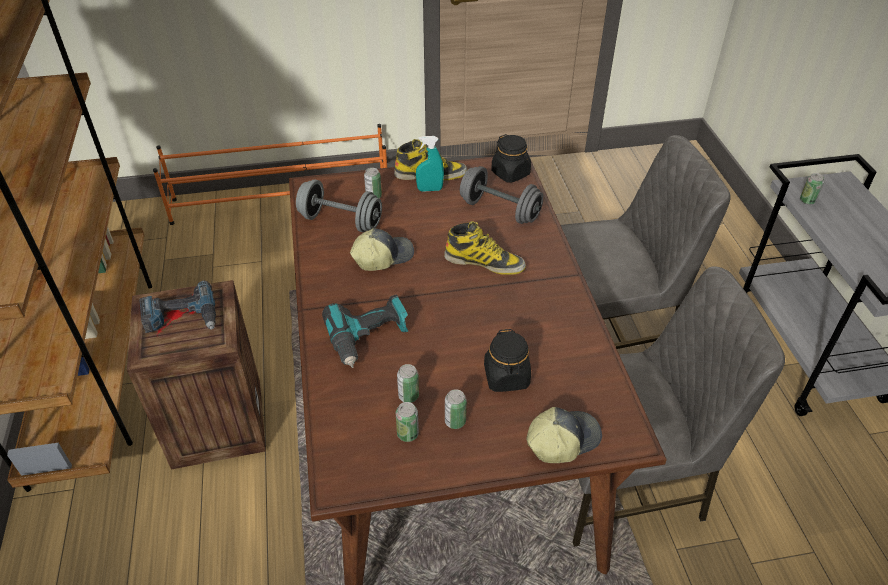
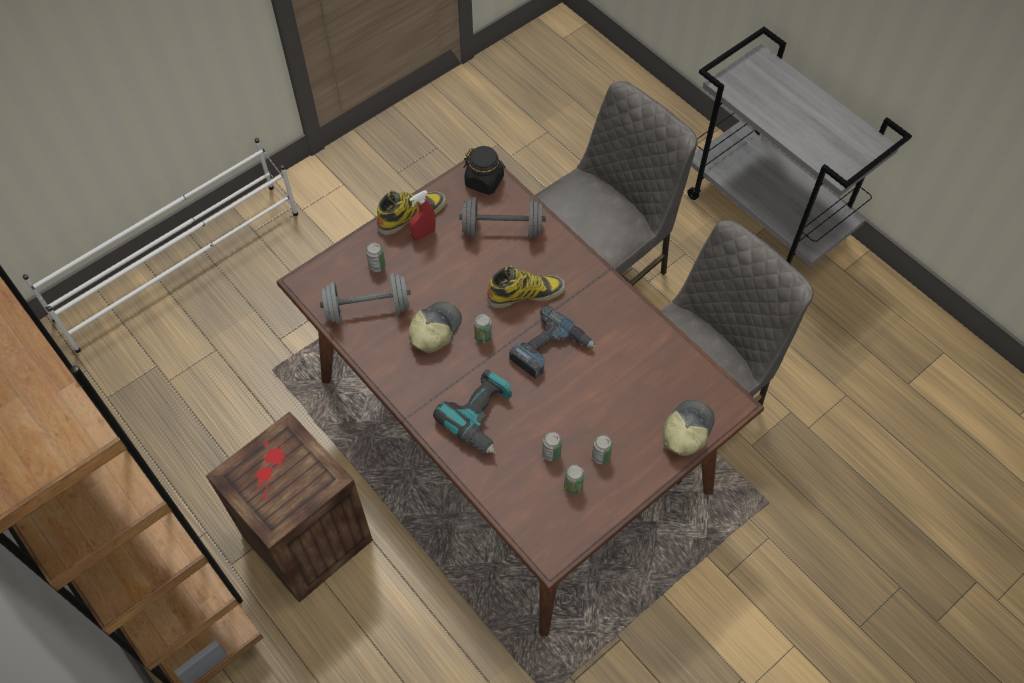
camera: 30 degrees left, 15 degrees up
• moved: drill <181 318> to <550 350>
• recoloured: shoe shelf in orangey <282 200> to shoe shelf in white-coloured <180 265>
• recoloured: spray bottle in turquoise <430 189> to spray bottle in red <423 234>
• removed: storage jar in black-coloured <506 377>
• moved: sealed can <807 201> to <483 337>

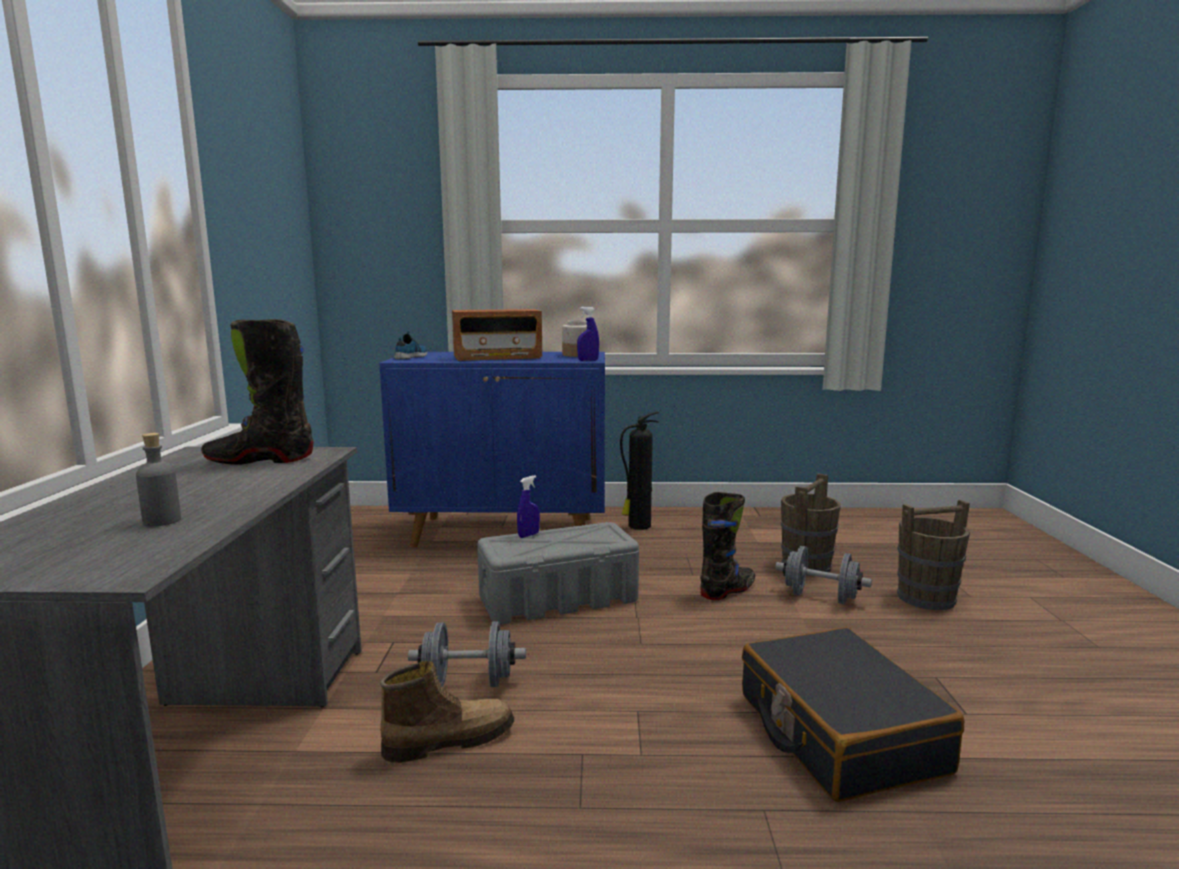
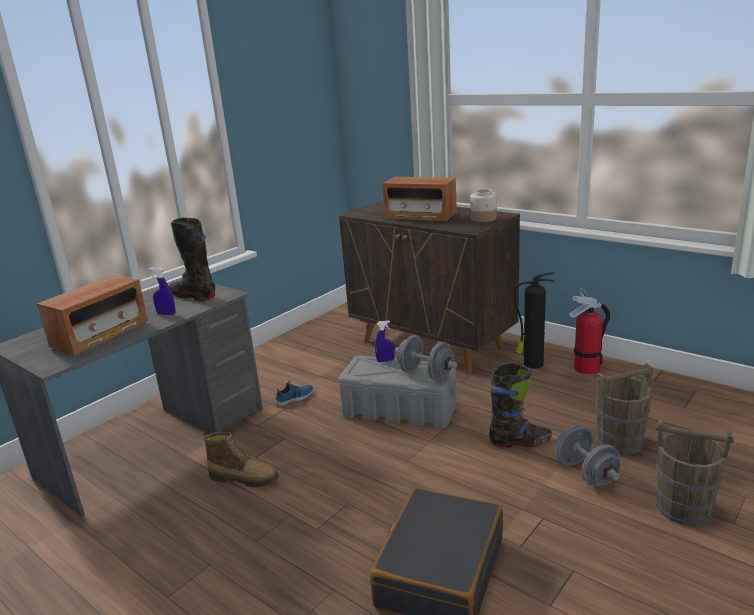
camera: 40 degrees right, 10 degrees up
• replaced: bottle in greyish <162 521> to radio receiver <101 335>
• recoloured: storage cabinet in bluish <506 532> to storage cabinet in brownish <433 345>
• moved: shoe <412 357> to <295 398>
• moved: free weight in greyish <468 682> to <426 374>
• moved: spray bottle in bluish <588 360> to <166 314>
• added: extinguisher <586 368>

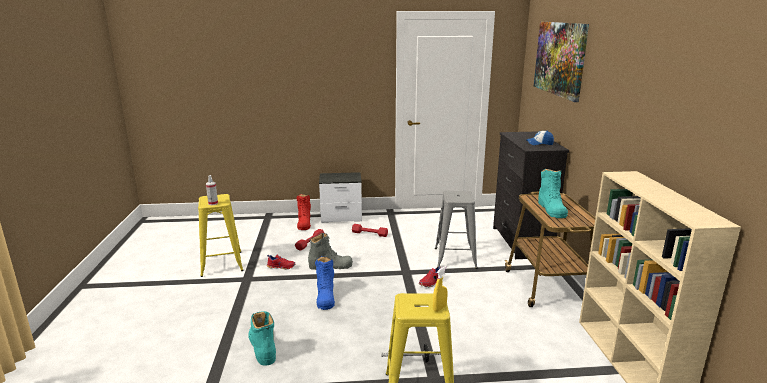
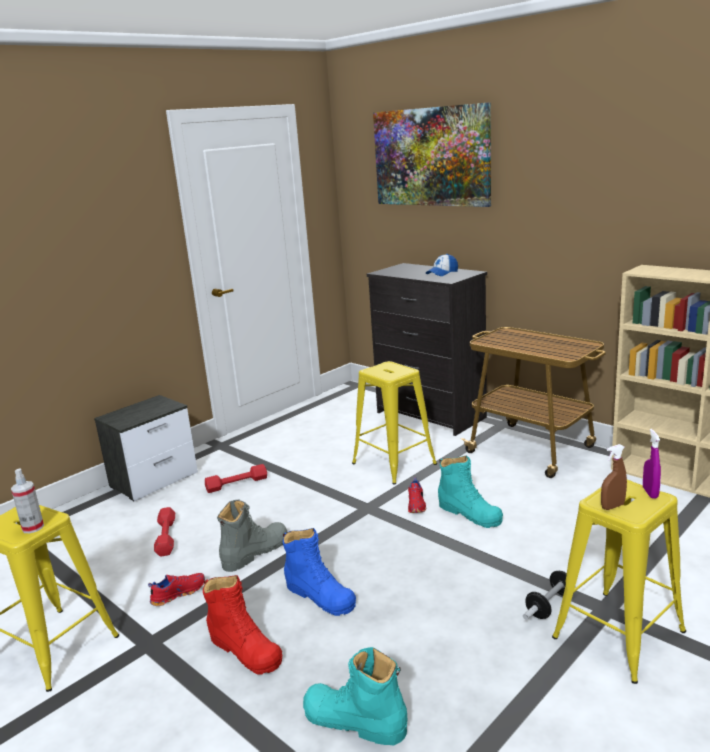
camera: 40 degrees left, 0 degrees up
• moved: boot in red <304 223> to <245 649>
• recoloured: spray bottle in yellowish <439 308> to spray bottle in purplish <650 493>
• recoloured: sitting stool in greyish <455 258> to sitting stool in yellowish <394 464>
• moved: boot in turquoise <551 209> to <469 513>
• added: spray bottle in brownish <612 506>

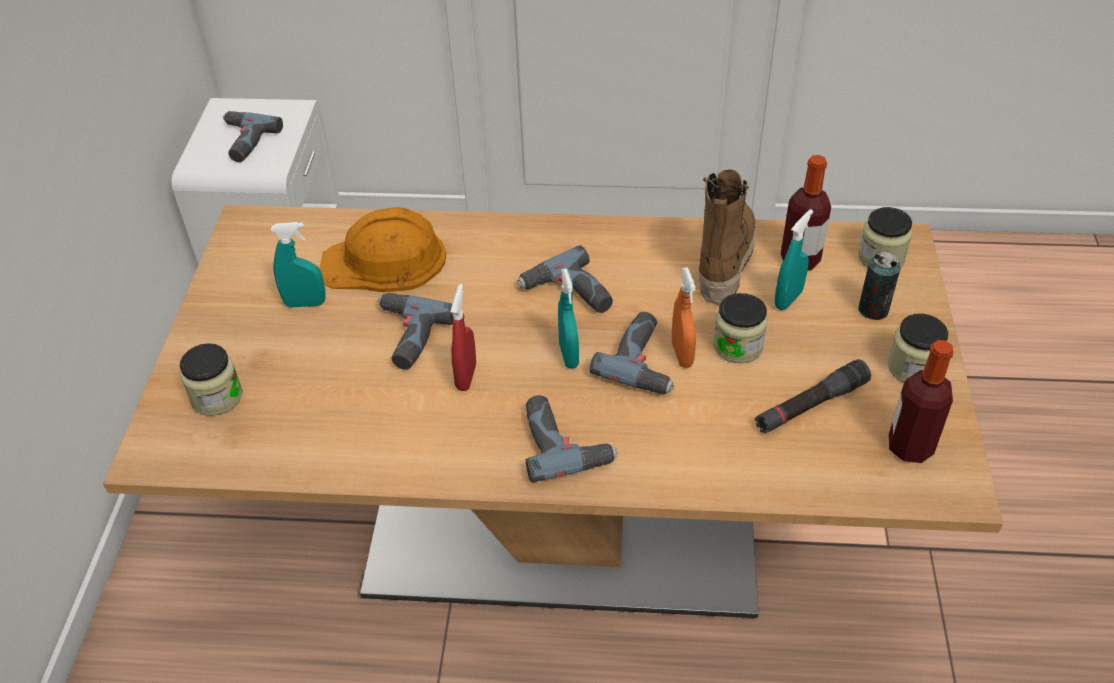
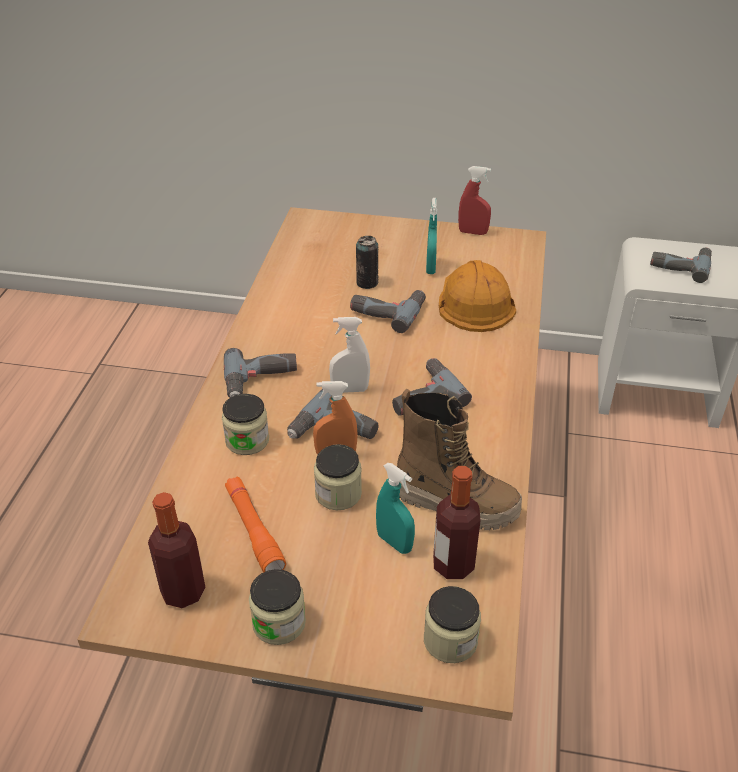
camera: 95 degrees right, 5 degrees down
• moved: storage jar <217 397> to <247 440>
• moved: spray bottle in red <466 377> to <473 232>
• recoloured: spray bottle in turquoise <568 355> to spray bottle in white-coloured <350 389>
• recoloured: torch in black-coloured <810 405> to torch in orangey <254 530>
• moved: sealed can <873 310> to <367 282>

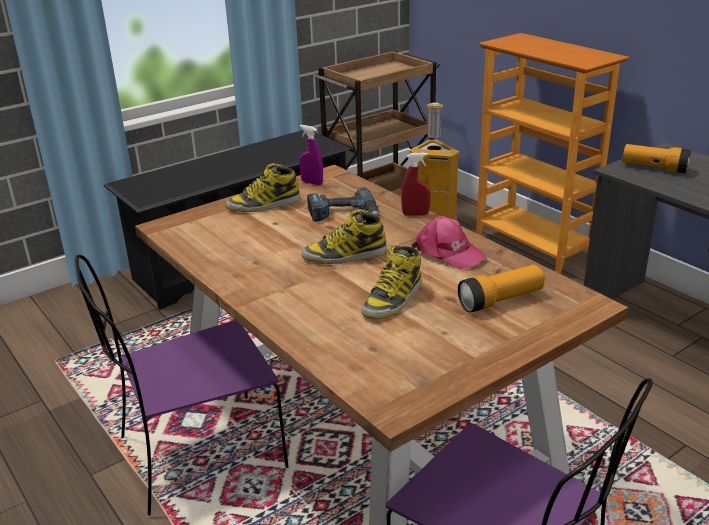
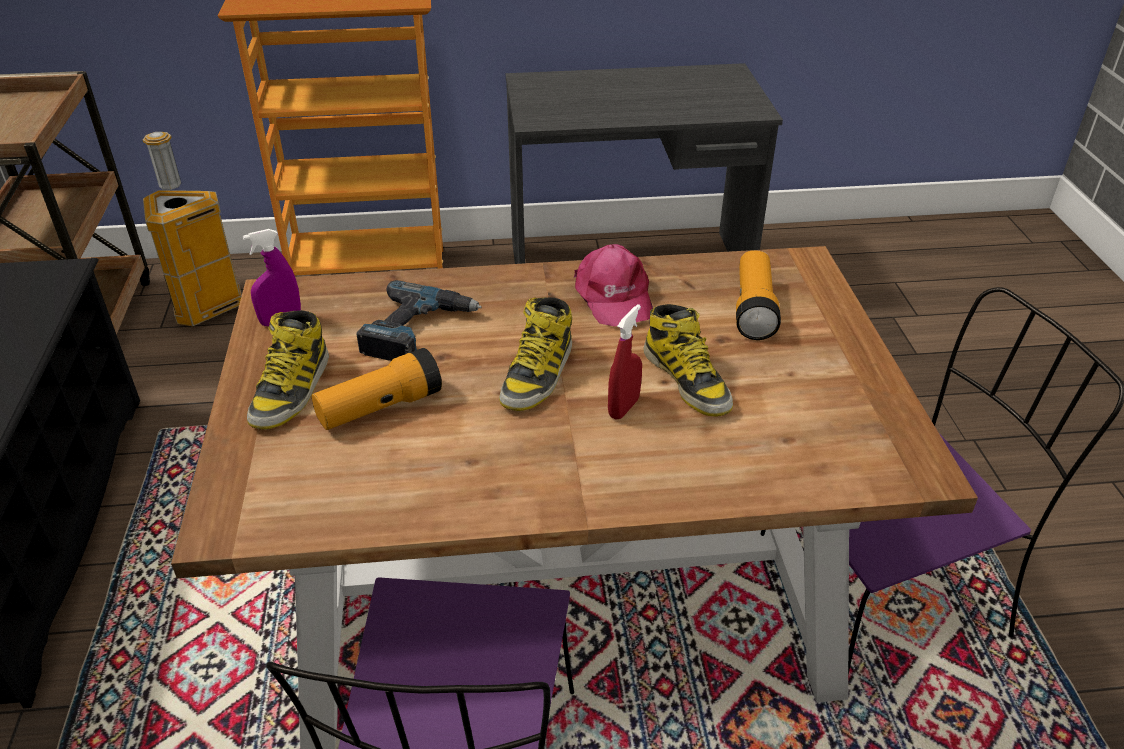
camera: 60 degrees left, 10 degrees up
• moved: spray bottle in red <415 214> to <623 408>
• turned: peaked cap in pink-coloured <448 252> = <613 296> 90 degrees clockwise
• moved: torch <654 168> to <380 408>

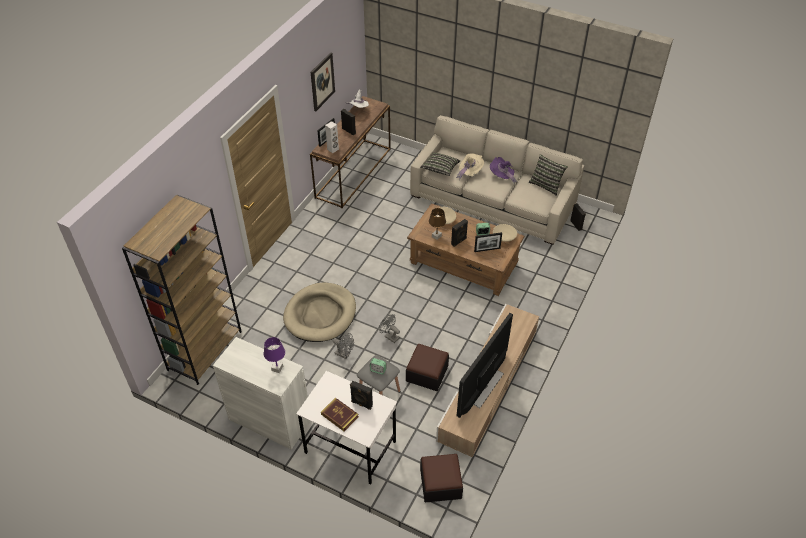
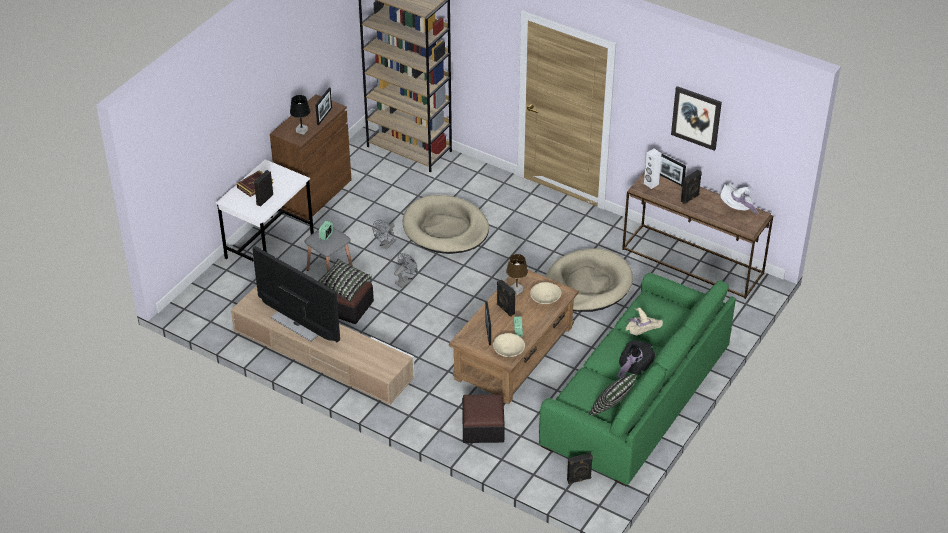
camera: 95 degrees right, 5 degrees down
• recoloured: storage cabinet in white-coloured <270 420> to storage cabinet in brownish <314 193>
• recoloured: lamp for a table in purplish <277 368> to lamp for a table in black-coloured <302 131>
• recoloured: couch in beige <493 199> to couch in green <636 396>
• moved: throw pillow <440 169> to <344 286>
• moved: ottoman <440 483> to <483 427>
• recoloured: wearable hat in purplish <502 176> to wearable hat in black-coloured <634 367>
• added: photo frame <324 116>
• added: pet bed in beige <587 284>

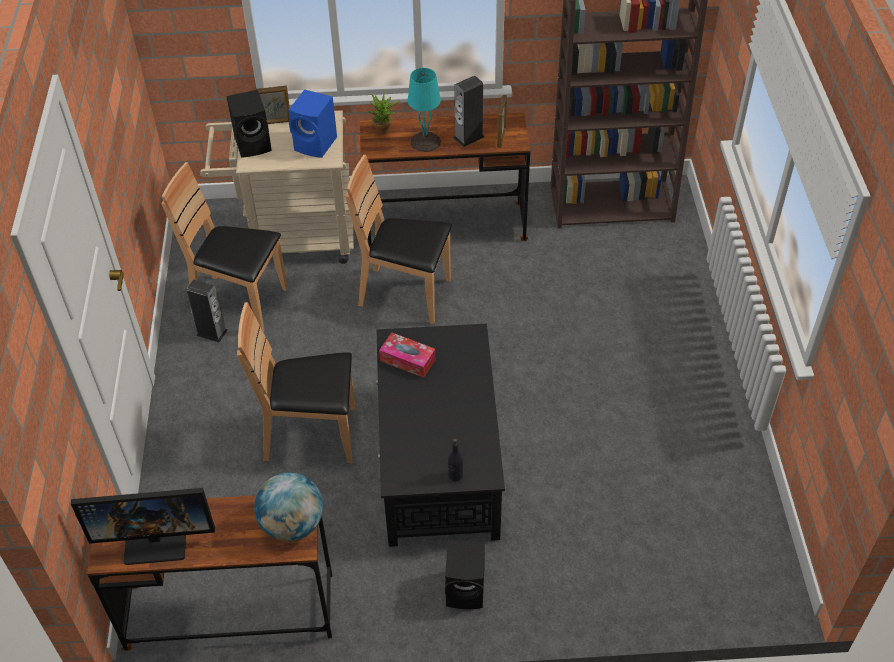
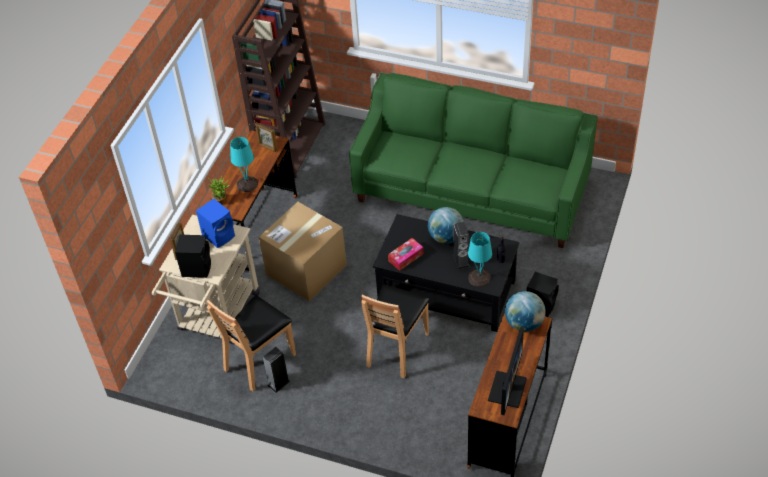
camera: 65 degrees left, 0 degrees up
• replaced: upright chair in brownish <405 294> to packing box <306 269>
• moved: speaker <468 137> to <461 261>
• added: couch in green <472 192>
• added: desk globe <446 237>
• added: lamp for a table in turquoise <479 278>

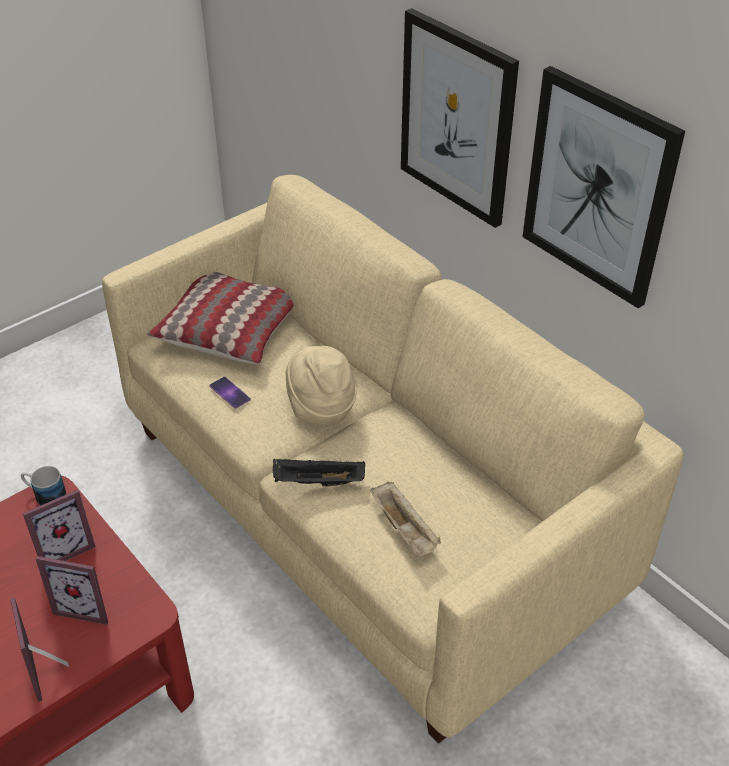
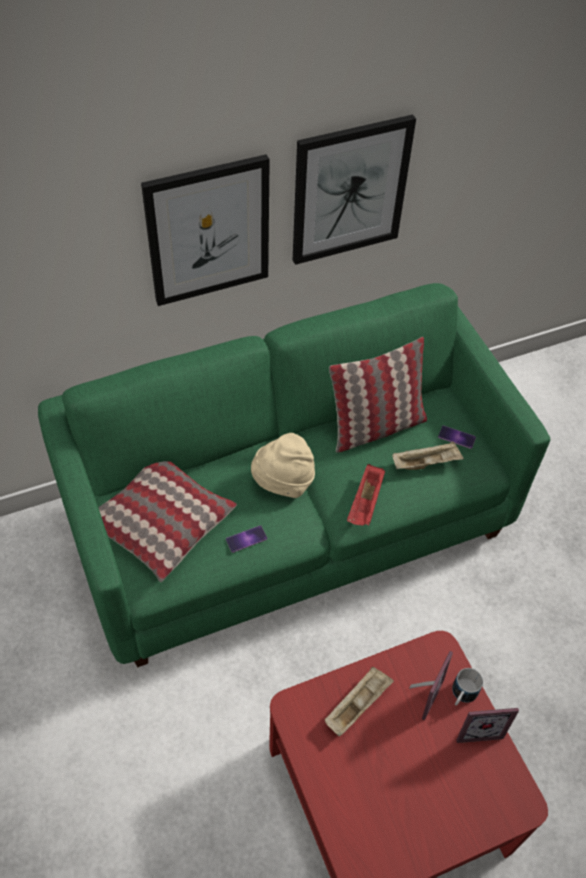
camera: 75 degrees left, 10 degrees up
• moved: mug <45 495> to <462 695>
• replaced: photo frame <63 548> to tray in beige <357 704>
• recoloured: couch in beige <366 509> to couch in green <289 520>
• recoloured: tray in black-coloured <317 482> to tray in red <365 503>
• added: throw pillow <375 427>
• added: telephone <457 437>

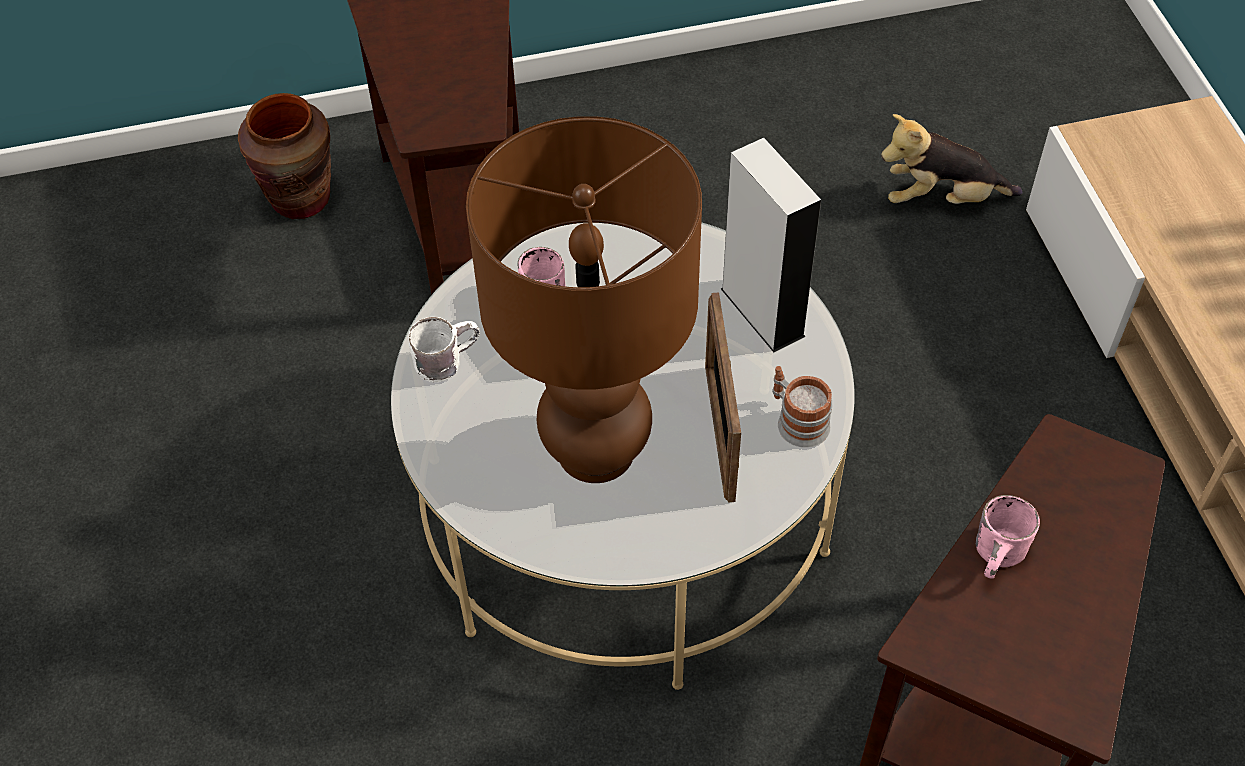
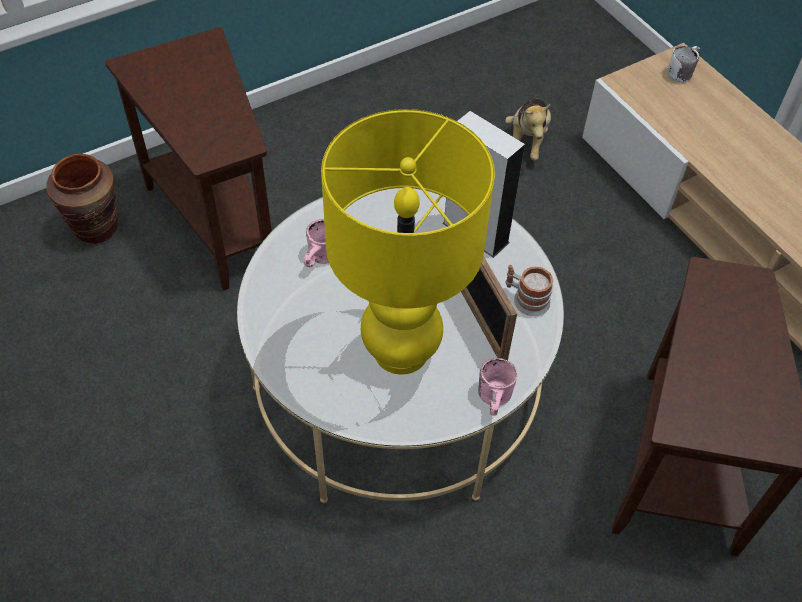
camera: 20 degrees left, 0 degrees up
• moved: mug in white-coloured <444 358> to <680 71>
• recoloured: lamp for a table in brownish <597 450> to lamp for a table in yellowish <402 350>
• turned: cuddly toy <941 198> = <527 141> 60 degrees counterclockwise
• moved: mug in pink-coloured <1001 557> to <497 399>

